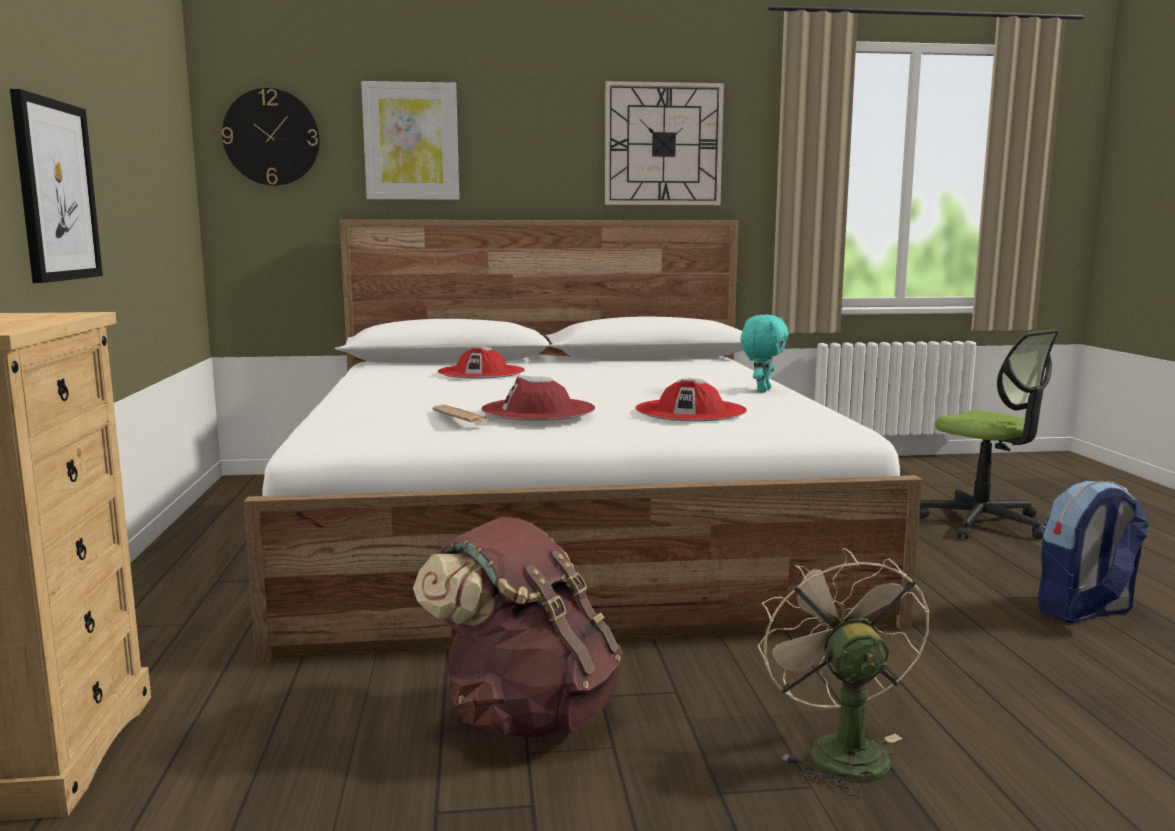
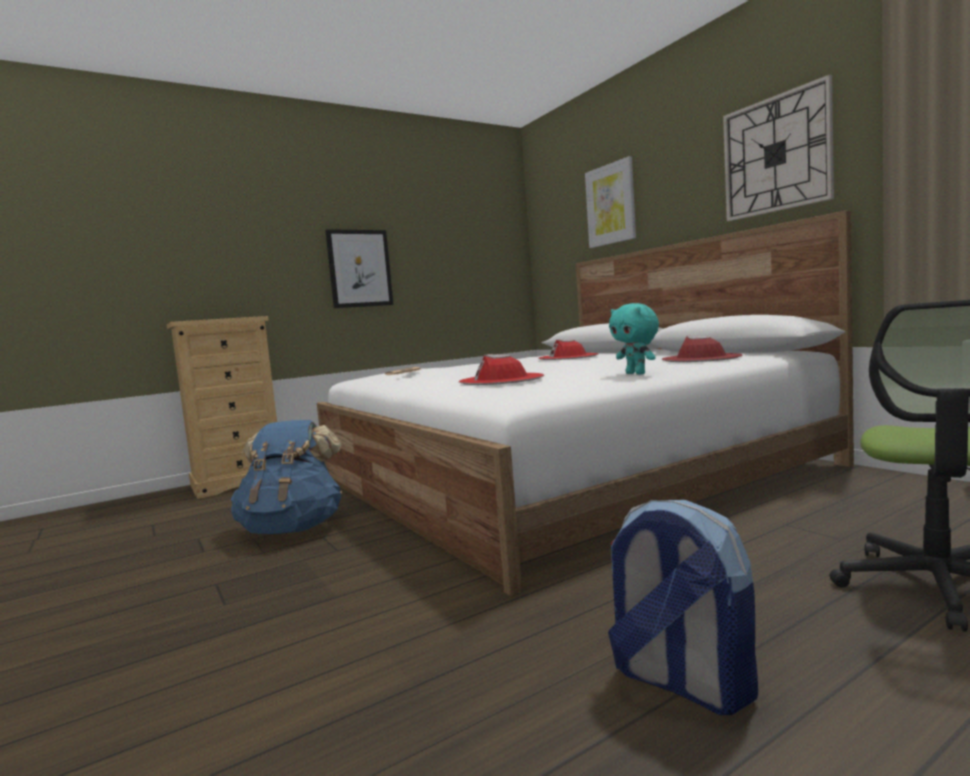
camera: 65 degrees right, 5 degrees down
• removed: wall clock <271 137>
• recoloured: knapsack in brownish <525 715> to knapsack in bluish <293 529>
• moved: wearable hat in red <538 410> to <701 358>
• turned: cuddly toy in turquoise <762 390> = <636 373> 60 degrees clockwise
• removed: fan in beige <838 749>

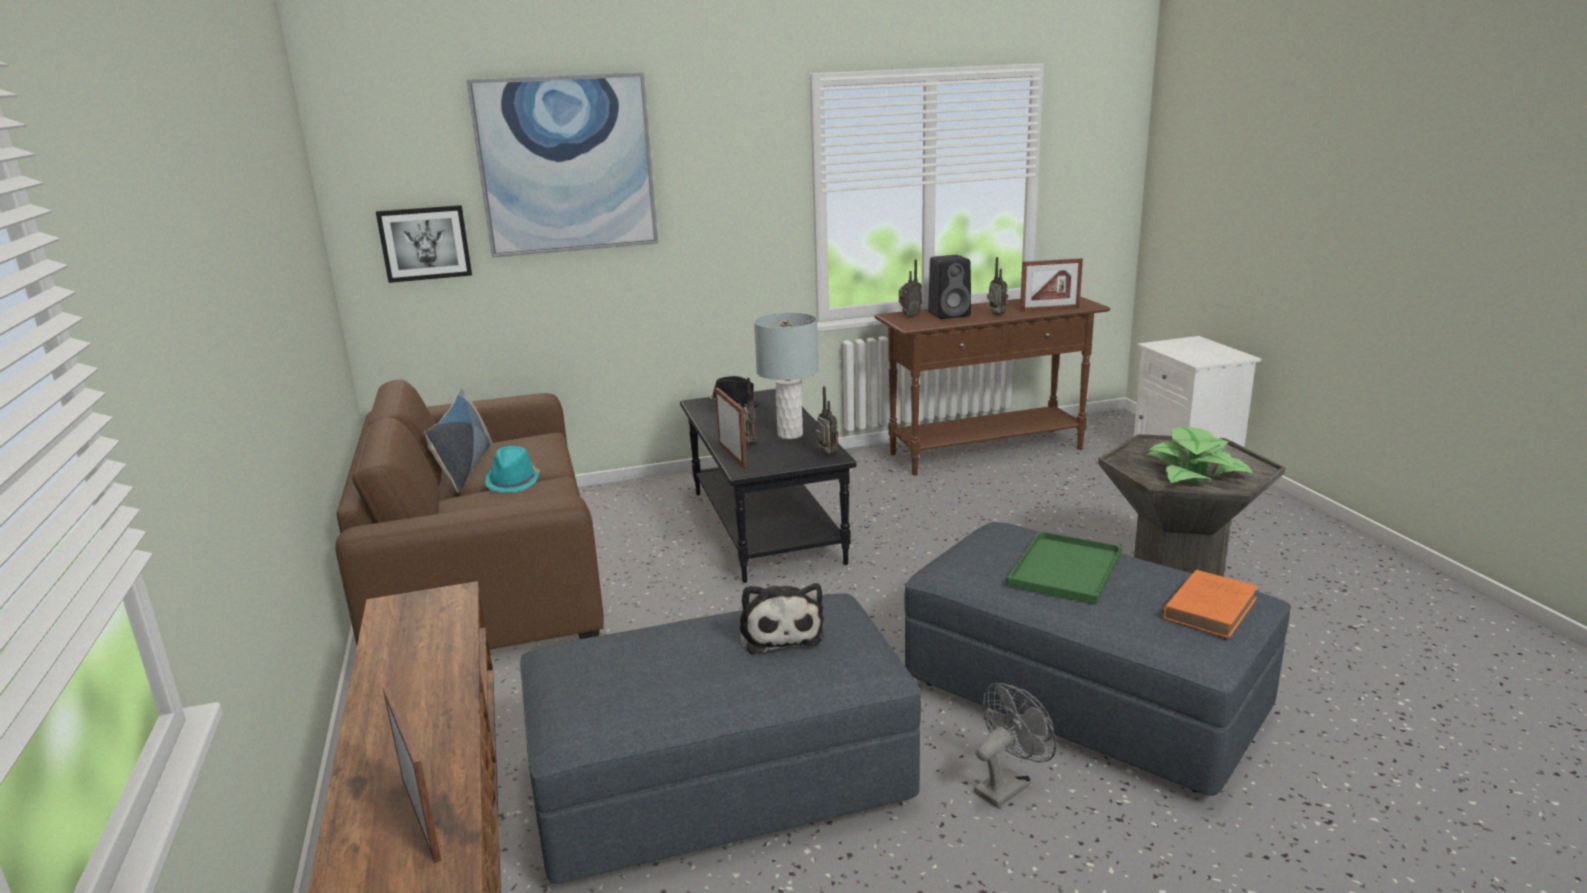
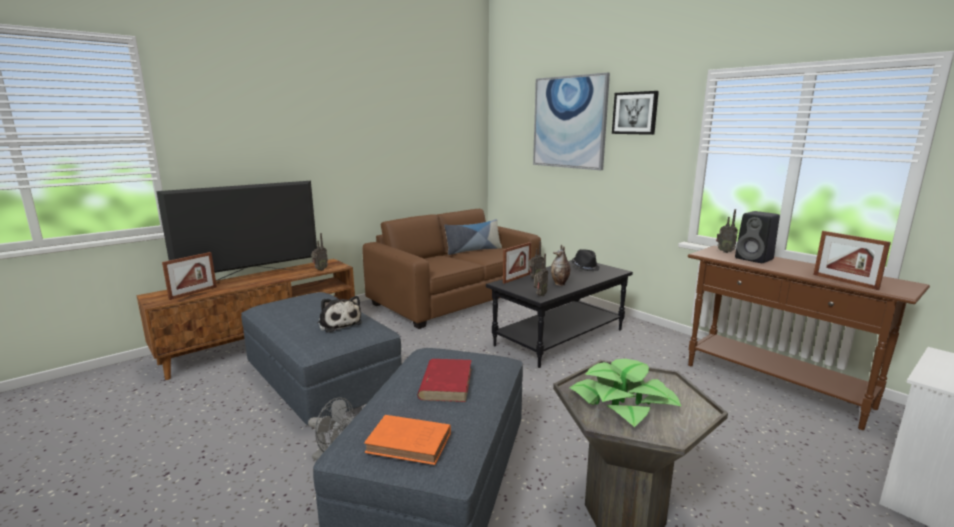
camera: 65 degrees right, 5 degrees down
• moved: picture <425 243> to <635 113>
• removed: wearable hat in turquoise <513 482>
• turned: cuddly toy <780 632> = <339 323> 90 degrees counterclockwise
• replaced: lamp for a table in greyish <790 434> to flower vase <560 284>
• moved: radio receiver <996 315> to <320 270>
• replaced: tray in green <1064 568> to volume in red <446 383>
• added: TV <251 276>

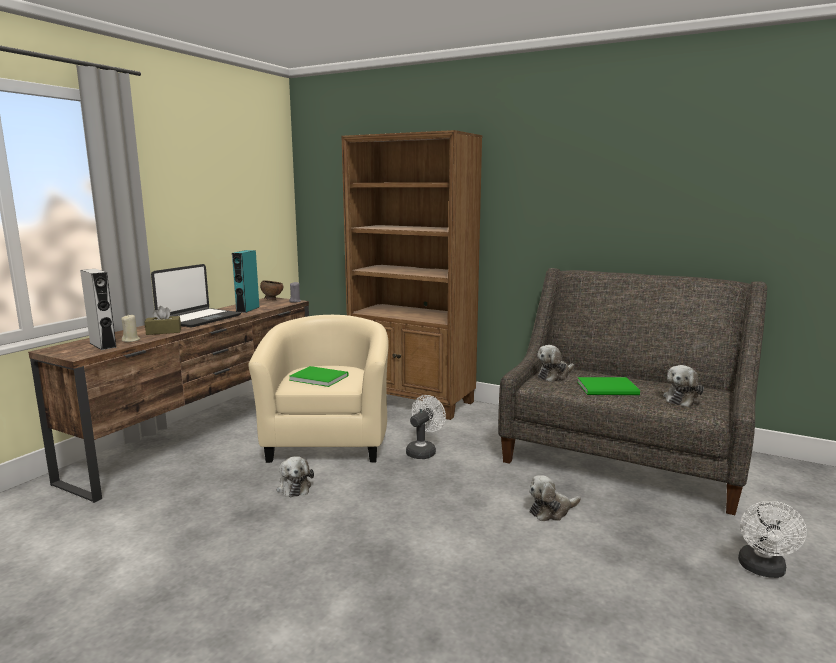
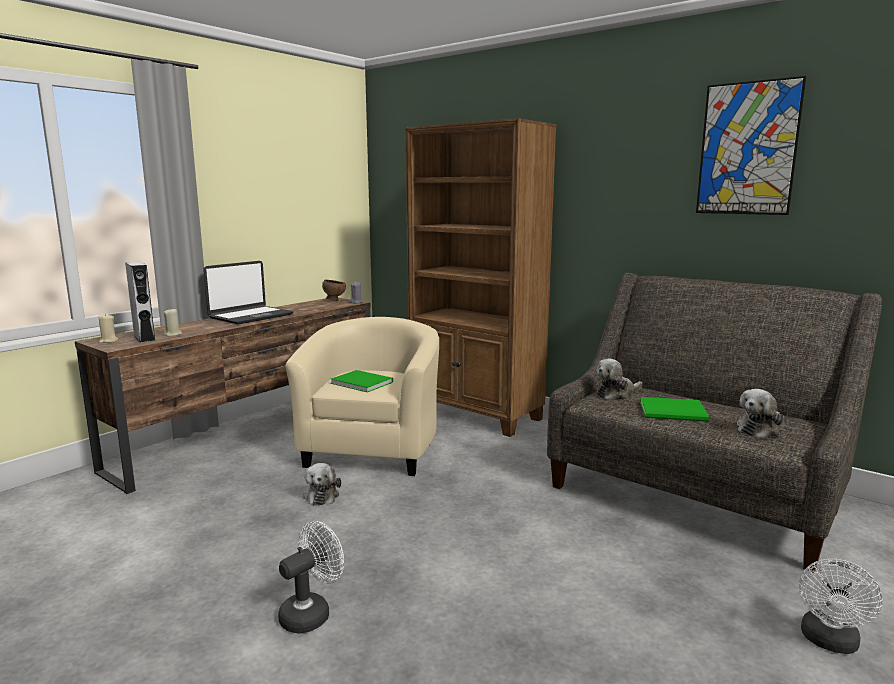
camera: 10 degrees right, 0 degrees up
• removed: tissue holder in brownish <163 332>
• removed: speaker in turquoise <247 309>
• moved: fan in white-coloured <423 451> to <311 613>
• removed: cuddly toy <551 511>
• added: wax candle in beige <108 341>
• added: picture <747 149>

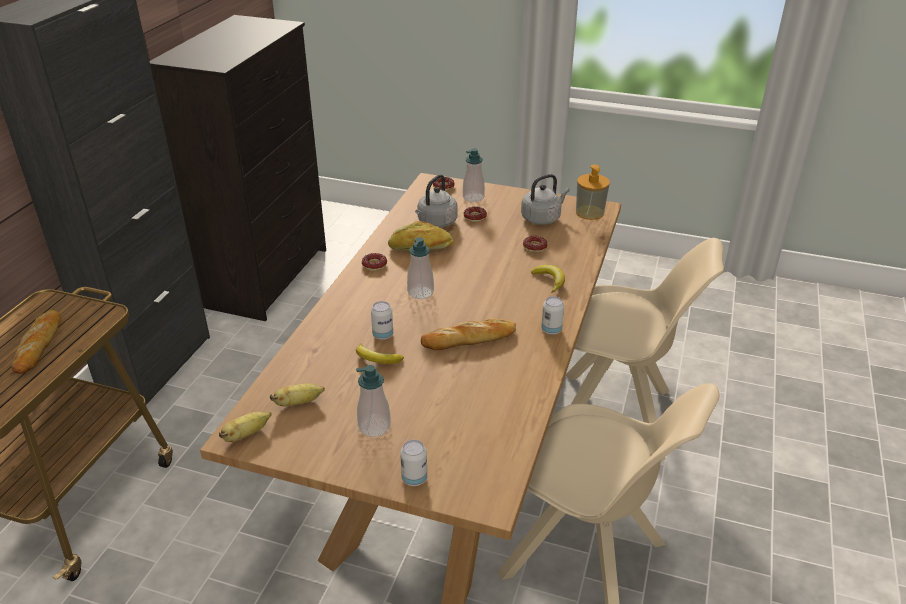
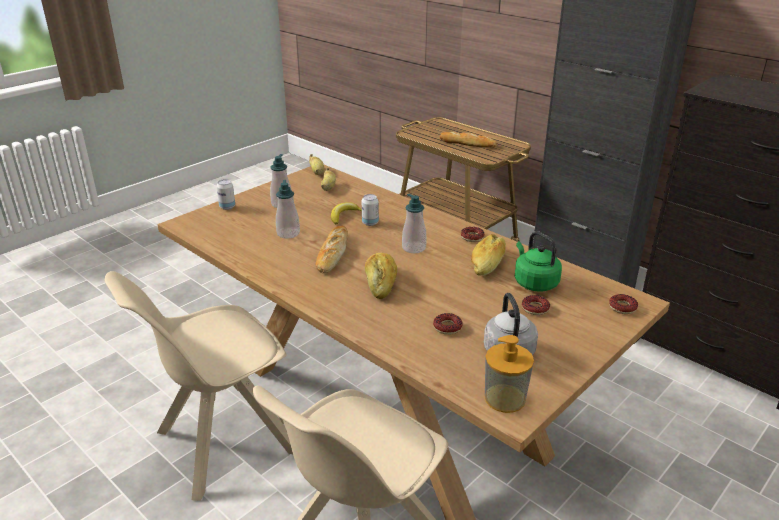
camera: 115 degrees right, 5 degrees down
• recoloured: kettle in greyish <436 223> to kettle in green <534 282>
• moved: soap dispenser <473 197> to <288 233>
• removed: banana <549 281>
• removed: sealed can <551 330>
• added: bread <381 282>

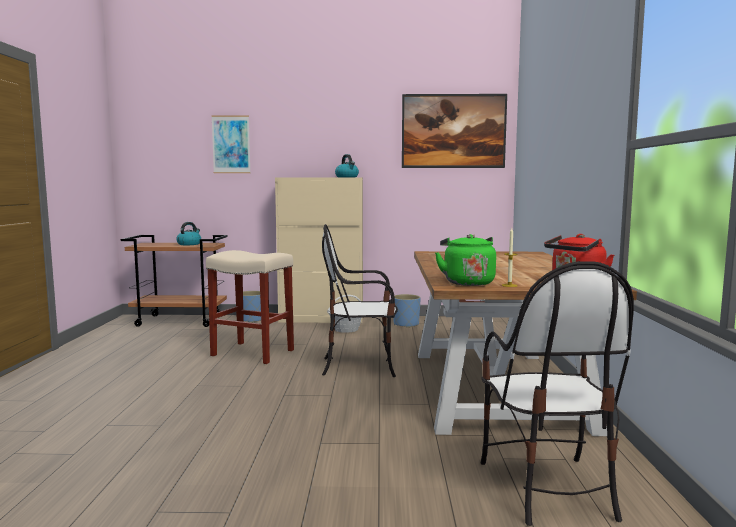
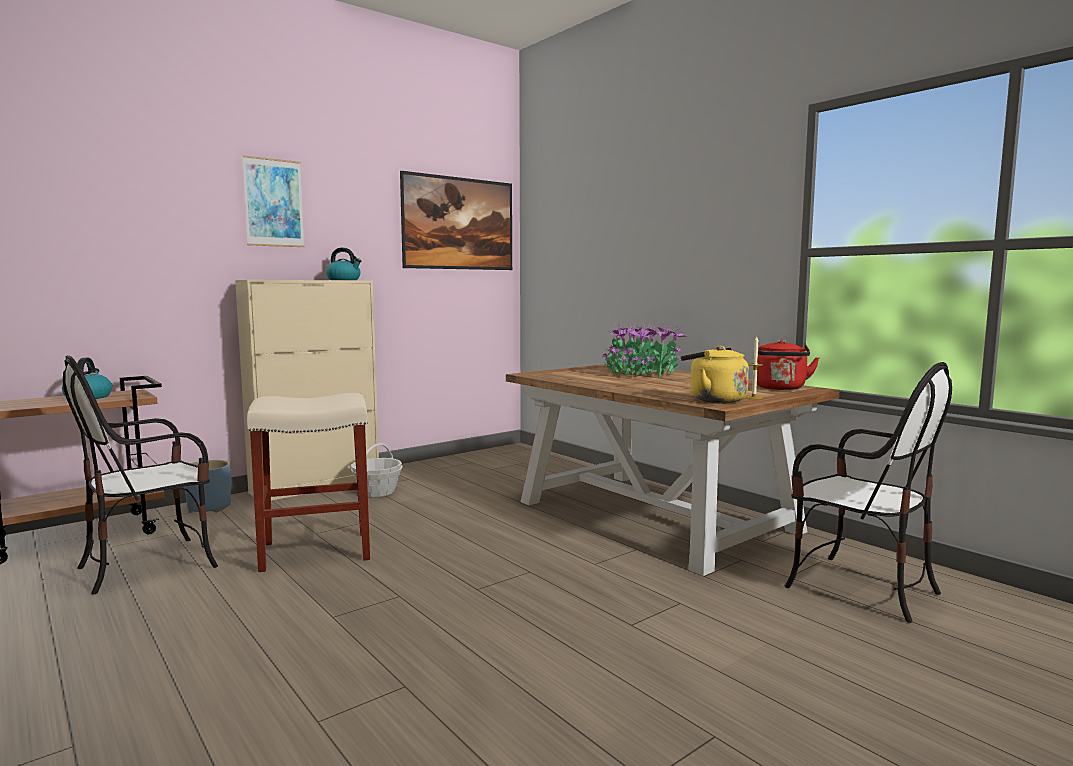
camera: 40 degrees left, 0 degrees up
• moved: picture <231 144> to <273 203>
• moved: upright chair <360 366> to <150 565>
• removed: plant pot in bluish <406 324>
• recoloured: kettle in green <467 282> to kettle in yellowish <713 399>
• added: potted plant <642 374>

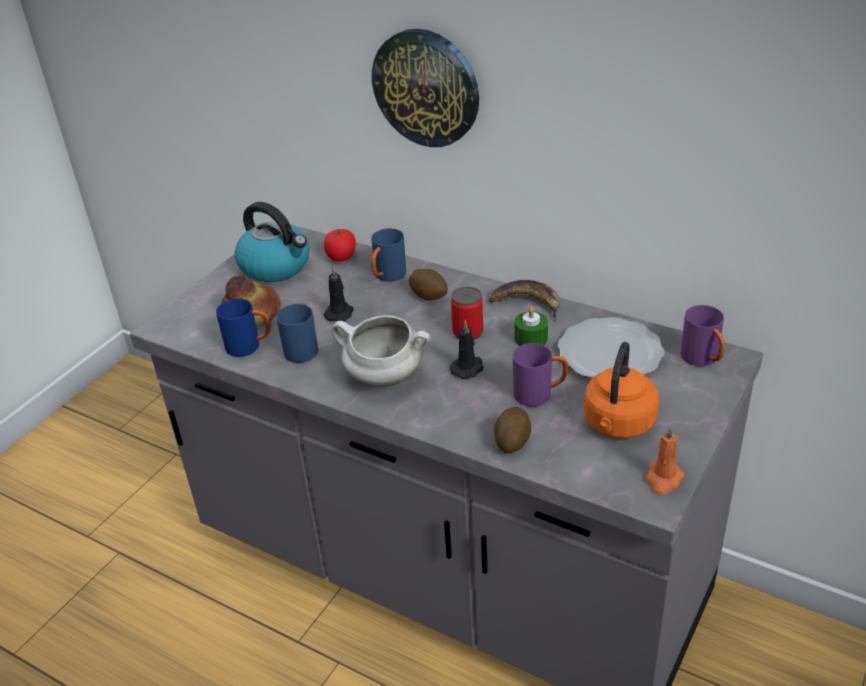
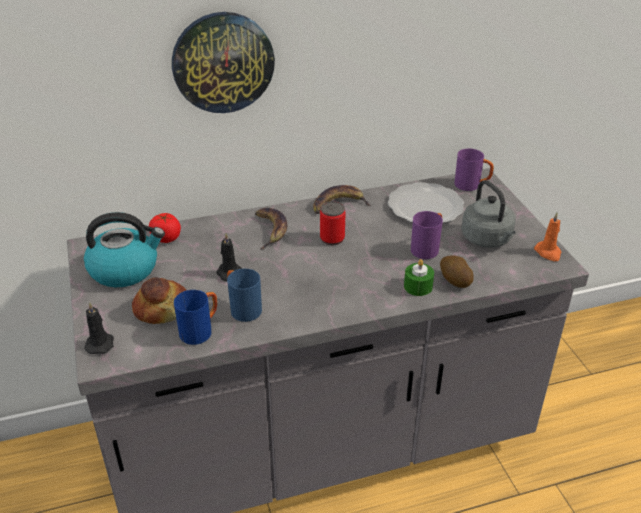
camera: 50 degrees left, 0 degrees up
• removed: cooking pot in white-coloured <383 377>
• removed: mug in bluish <387 277>
• replaced: whole potato <429 295> to banana <271 230>
• moved: wax candle in black-coloured <468 368> to <100 343>
• moved: wax candle in green <531 338> to <418 286>
• recoloured: kettle in orangey <618 425> to kettle in greyish <488 240>

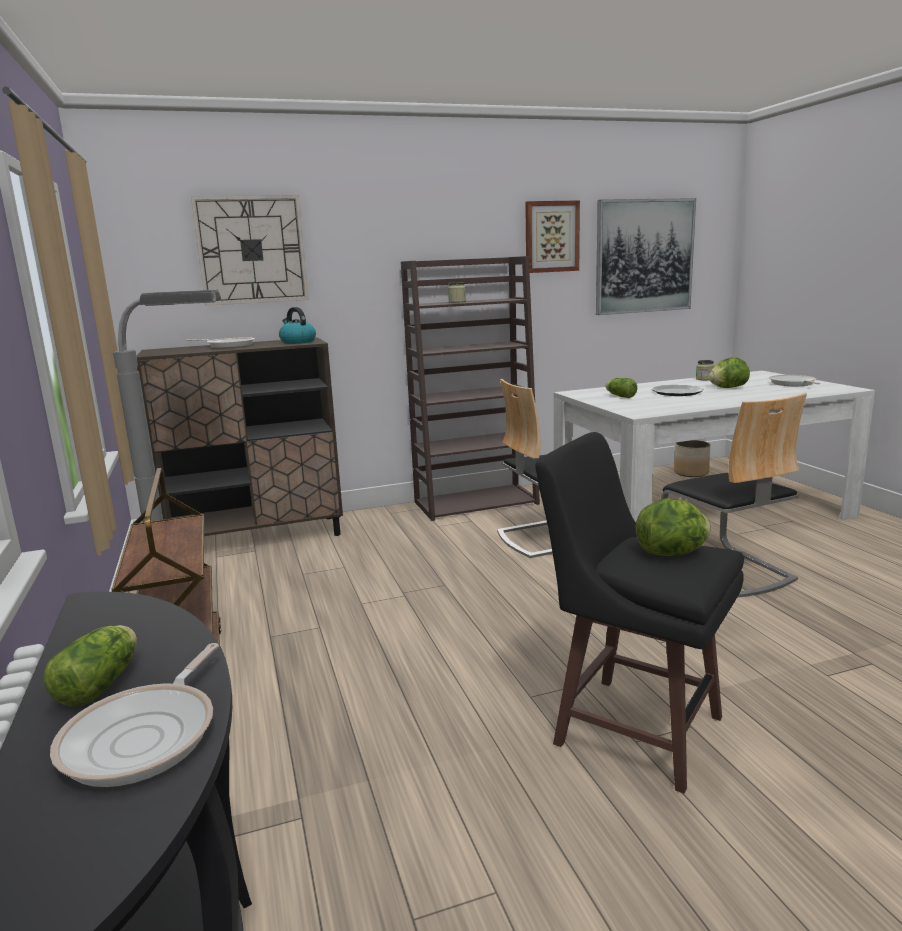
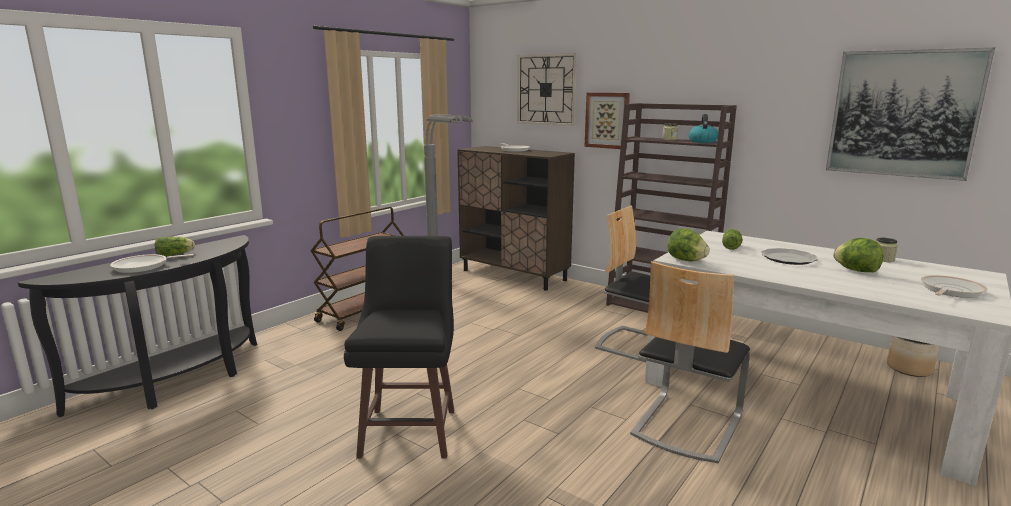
camera: 55 degrees right, 0 degrees up
• moved: kettle <297 342> to <702 141>
• moved: picture <551 237> to <607 120>
• moved: lettuce head <672 553> to <686 260>

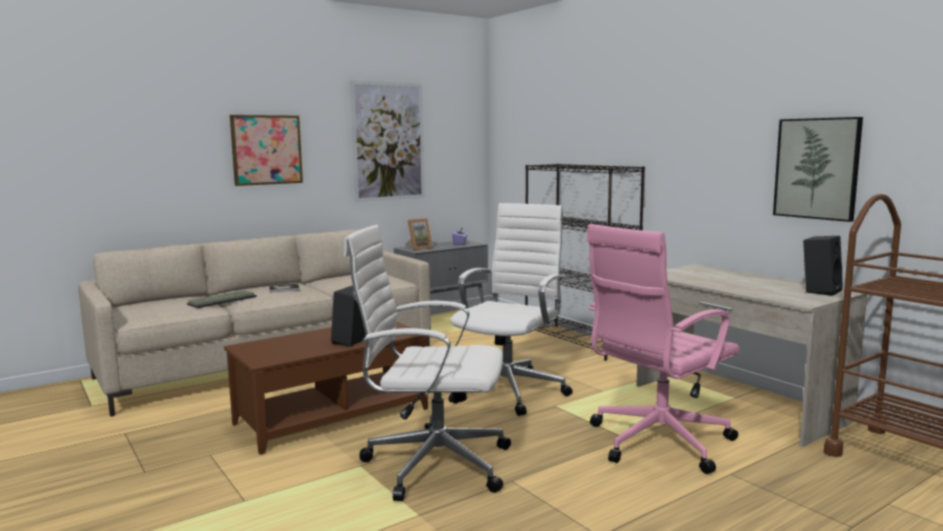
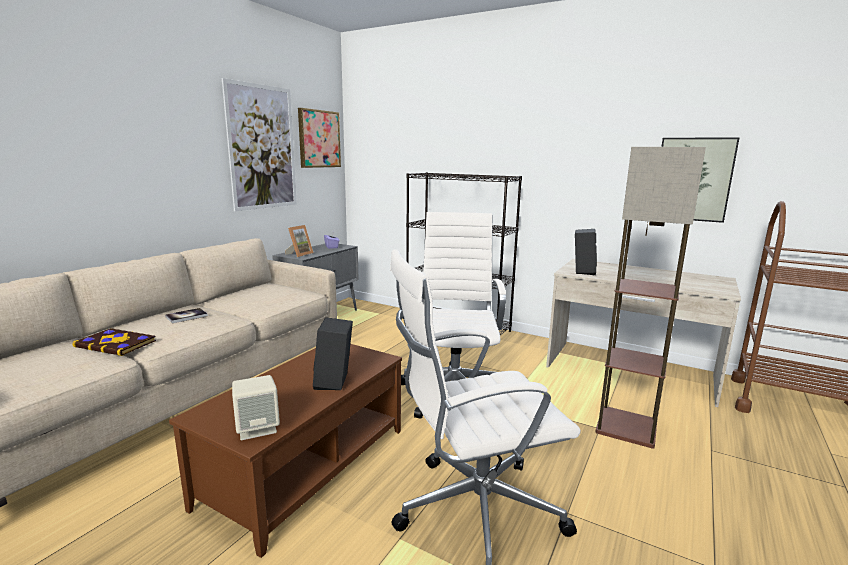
camera: 25 degrees left, 5 degrees up
• replaced: keyboard <222 300> to volume <116 343>
• moved: picture <266 150> to <319 139>
• replaced: desk chair in pink-coloured <656 442> to standing lamp <625 427>
• moved: speaker in black-coloured <820 291> to <582 271>
• added: speaker in beige <257 428>

